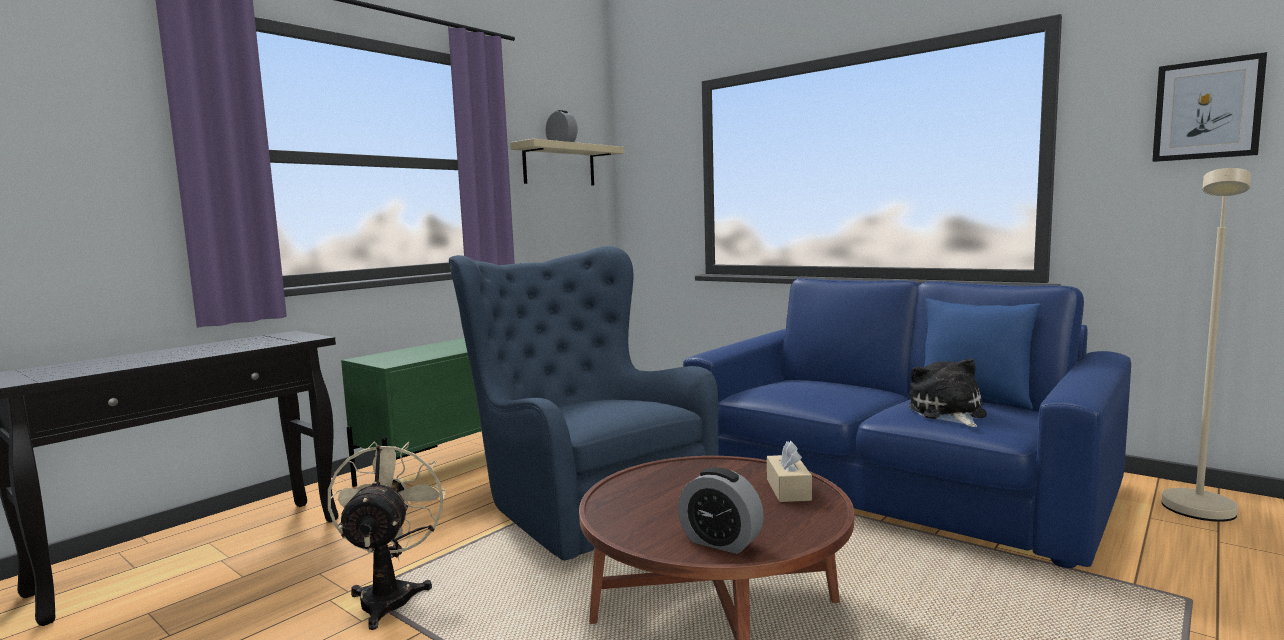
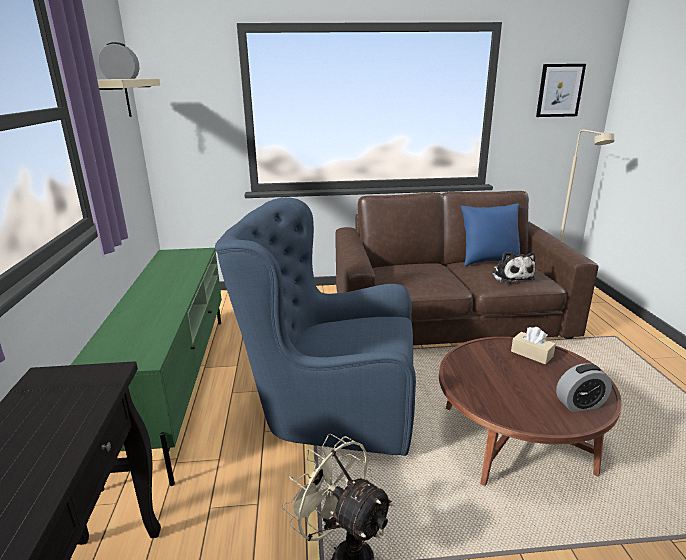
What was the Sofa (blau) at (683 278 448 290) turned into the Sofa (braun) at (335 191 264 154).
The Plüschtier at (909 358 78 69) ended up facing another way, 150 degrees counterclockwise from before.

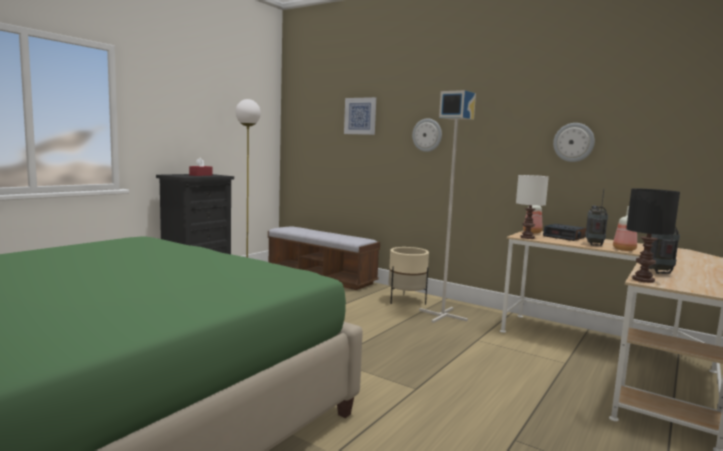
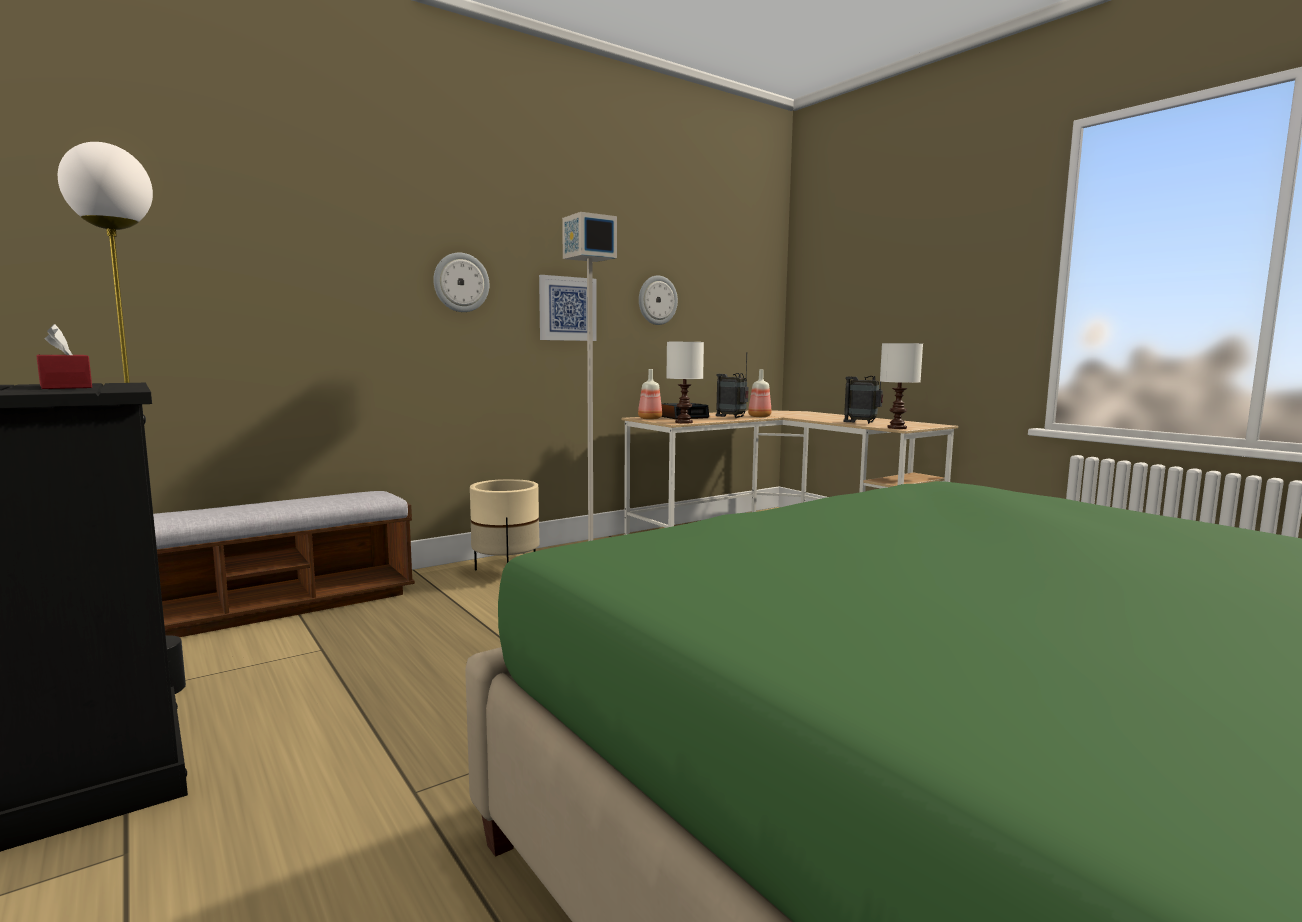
The Bild ended up elsewhere, having gone from (344 97 32 38) to (539 275 58 66).
What was the Tischlampe (schwarz) at (626 188 54 95) turned into the Tischlampe (weiß) at (880 343 43 86).

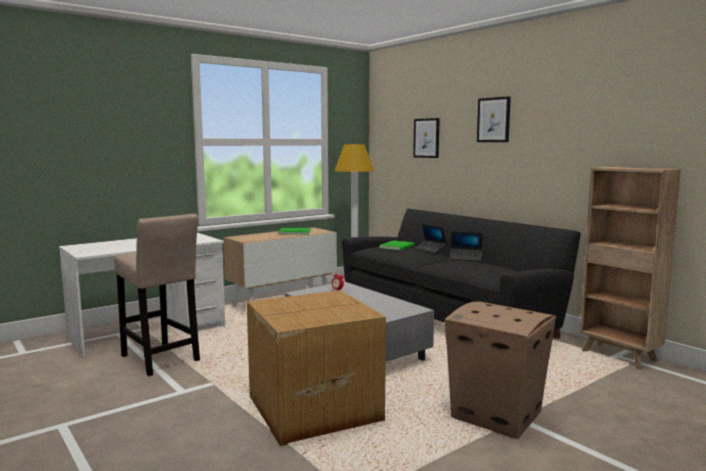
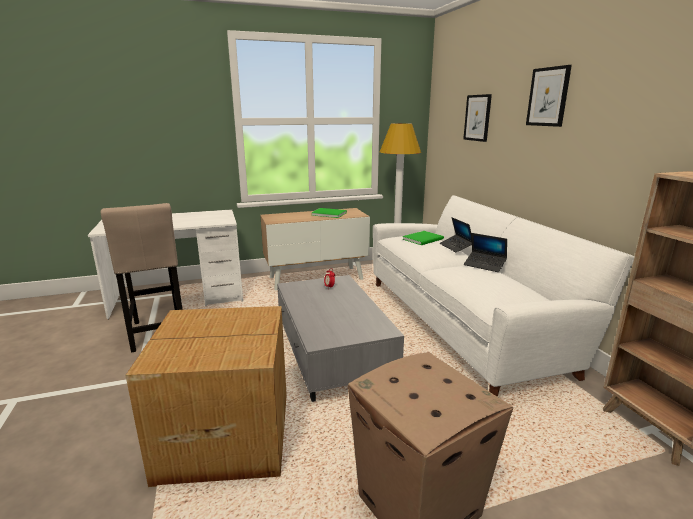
What was the Sofa (schwarz) at (342 209 239 130) turned into the Sofa (weiß) at (373 195 262 202).

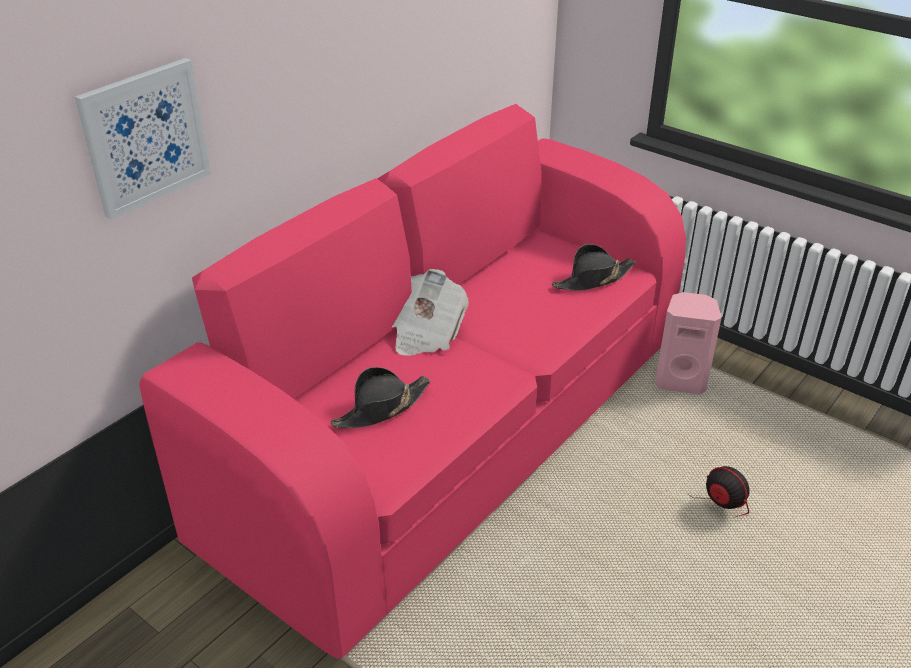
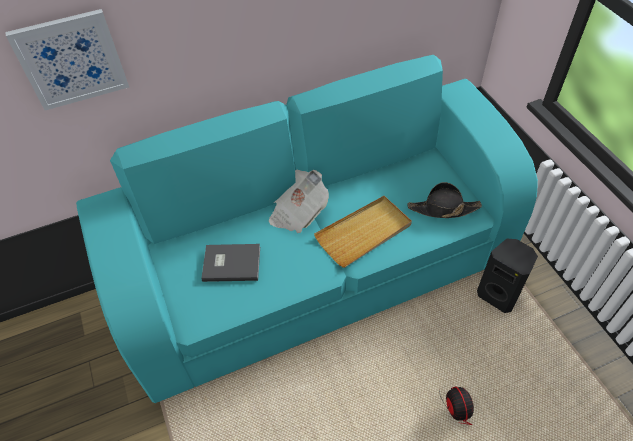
The second view gained the Tablett (beige) at (314 196 98 72).
Where the Hut (schwarz) stood at (331 367 99 61), the Buch (grau) came to stand at (201 244 59 38).
What was the Sofa (rosa) at (140 104 546 554) turned into the Sofa (türkis) at (76 55 462 348).
What was the Lautsprecher (rosa) at (655 292 67 103) turned into the Lautsprecher (schwarz) at (477 239 61 74).

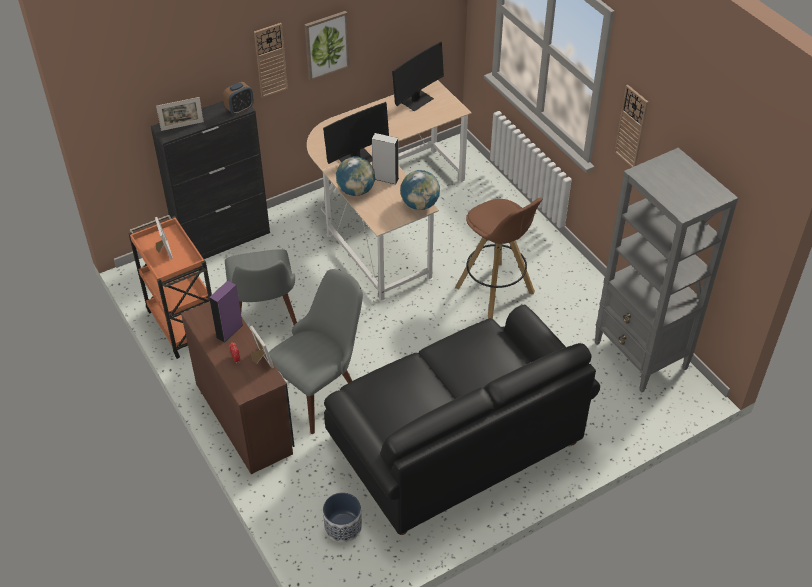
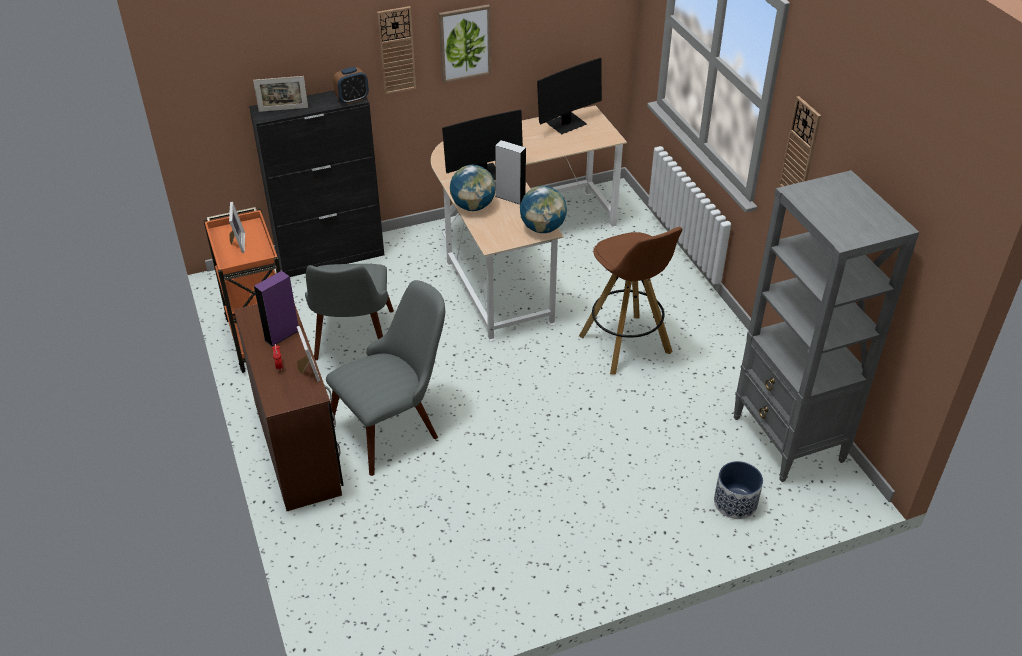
The second view lost the Sofa (schwarz) at (324 305 276 230).
The Pflanzkübel ended up elsewhere, having gone from (323 492 39 50) to (714 461 49 58).

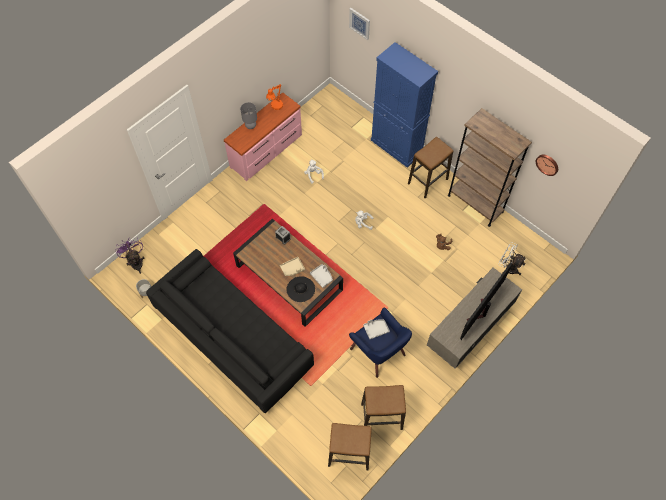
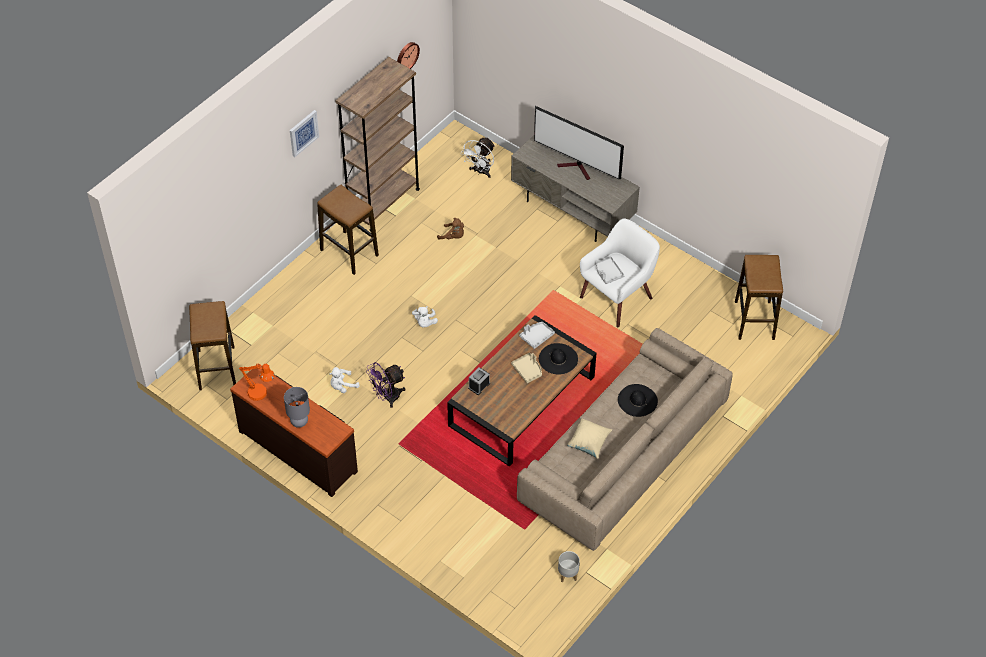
The second view lost the Schrank (blau) at (371 42 67 126).
The second view gained the Kissen (beige) at (567 419 45 40).
The second view gained the Hut (schwarz) at (618 384 40 33).
The Ventilator (lila) ended up elsewhere, having gone from (115 237 29 37) to (366 362 39 46).
The Bild ended up elsewhere, having gone from (349 8 21 32) to (290 110 29 47).
The Hocker ended up elsewhere, having gone from (361 385 45 45) to (189 301 47 89).
What was the Sofa (schwarz) at (146 249 168 164) turned into the Sofa (beige) at (517 328 216 223).
What was the Kommode (rosa) at (224 92 78 89) turned into the Kommode (braun) at (230 364 128 133).
What was the Sessel (blau) at (349 307 63 71) turned into the Sessel (weiß) at (580 218 80 109).

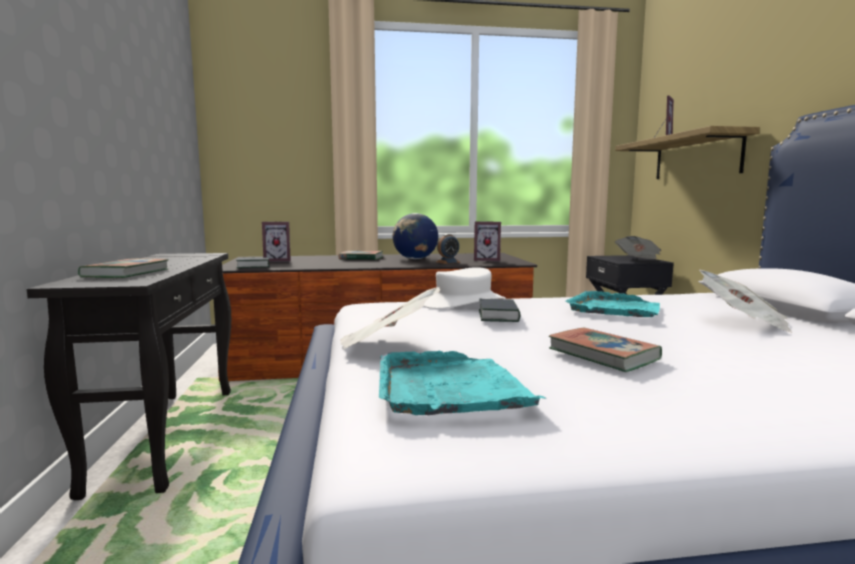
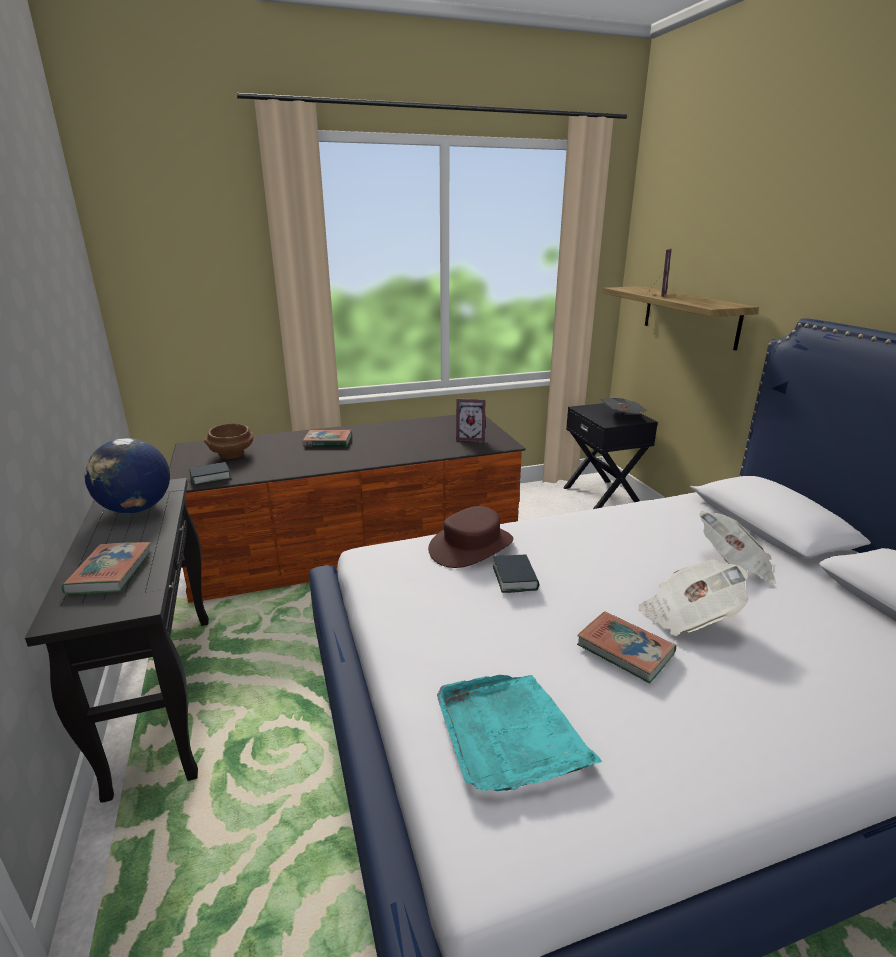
The second view lost the Wecker at (436 234 25 30).
The second view lost the Tablett (türkis) at (565 291 95 26).
The Zeitung ended up elsewhere, having gone from (340 287 100 63) to (639 559 110 77).
The Globus ended up elsewhere, having gone from (393 213 45 46) to (84 438 86 75).
Where the Bilderrahmen stood at (262 222 29 40), the Schüssel (braun) came to stand at (204 424 49 35).
What was the Hut (weiß) at (424 267 82 42) turned into the Hut (braun) at (428 506 85 62).

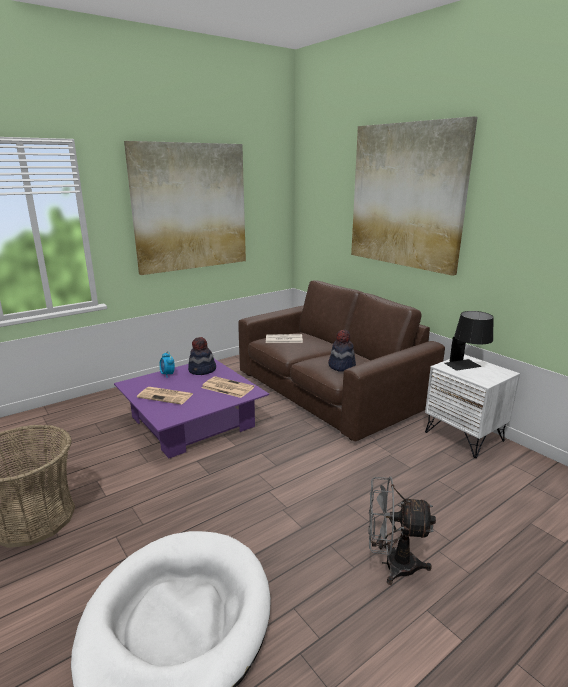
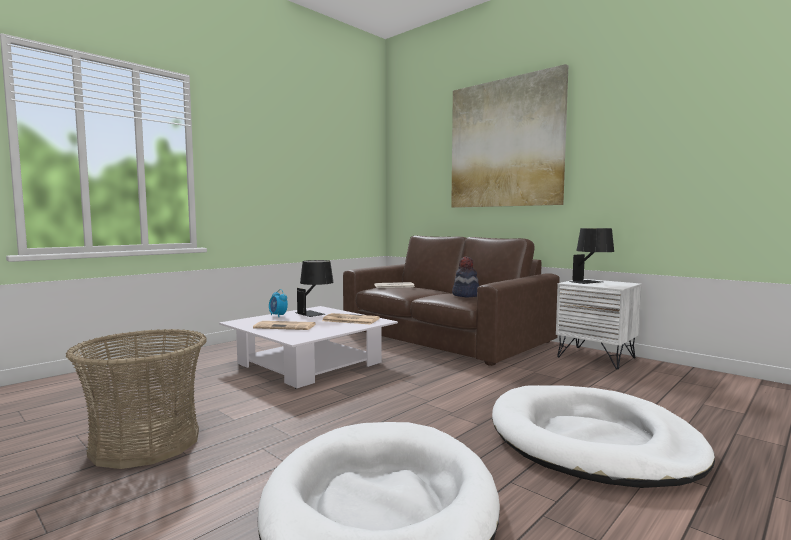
The second view lost the Bild at (124 141 122 134).
Where the Hut stood at (188 337 28 38), the Tischlampe (schwarz) came to stand at (295 260 39 57).
Where the Ventilator (grau) stood at (368 476 68 109), the Hundebett (weiß) came to stand at (492 385 223 103).
What was the Couchtisch (lila) at (114 359 155 99) turned into the Couchtisch (weiß) at (219 306 179 83).

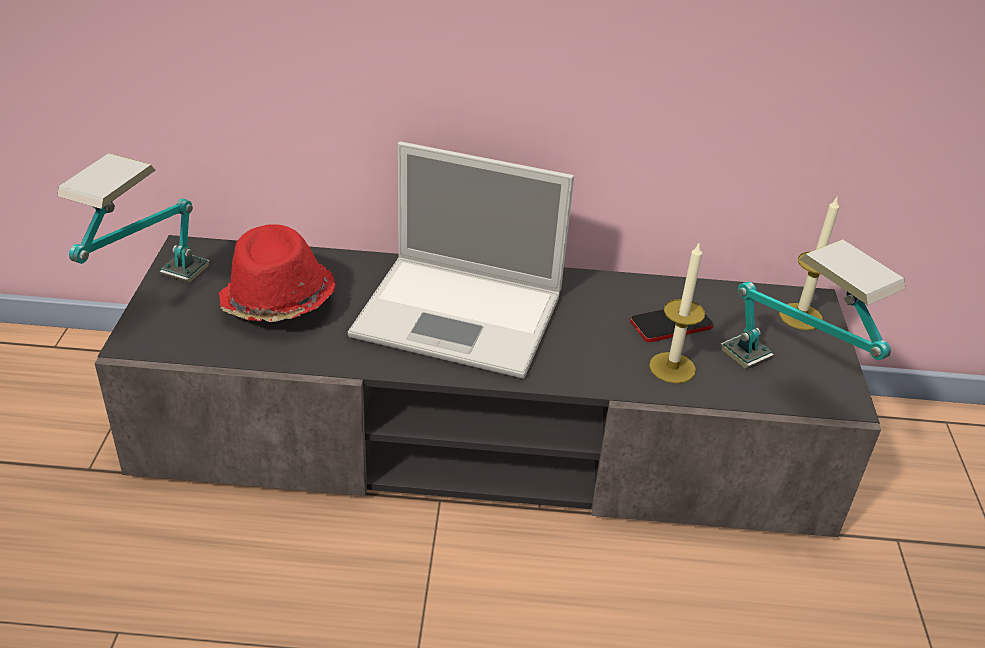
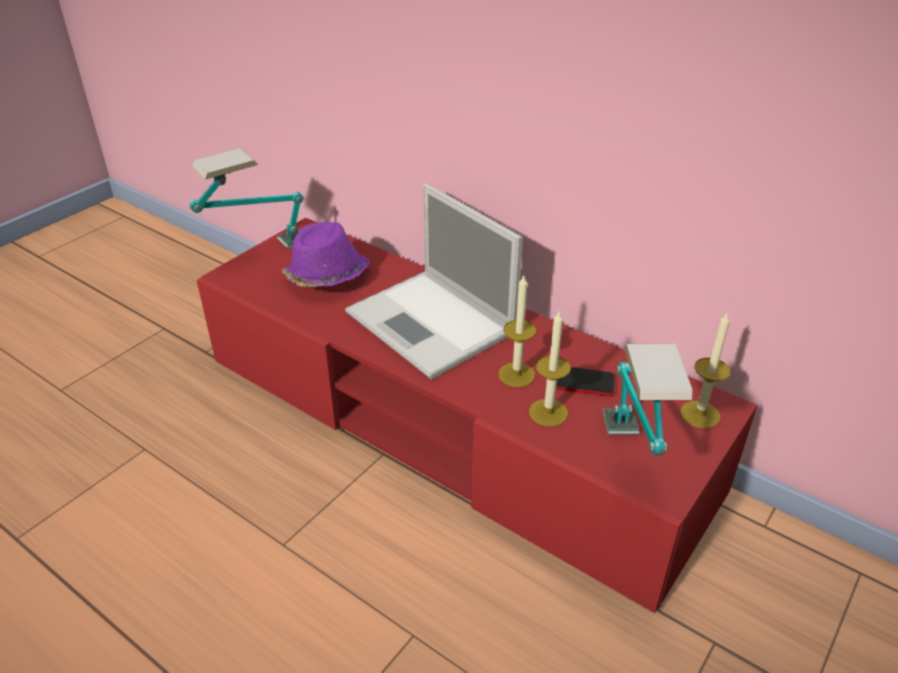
The second view gained the Kerze at (498 275 38 112).
What was the Fernsehschrank (grau) at (95 235 786 302) turned into the Fernsehschrank (rot) at (197 218 560 395).
What was the Hut (rot) at (219 224 116 98) turned into the Hut (lila) at (282 222 88 65).

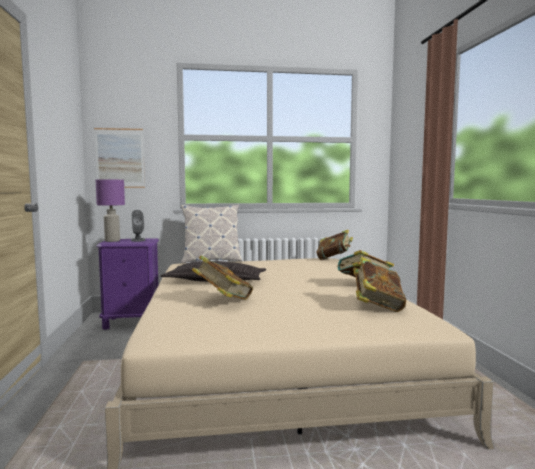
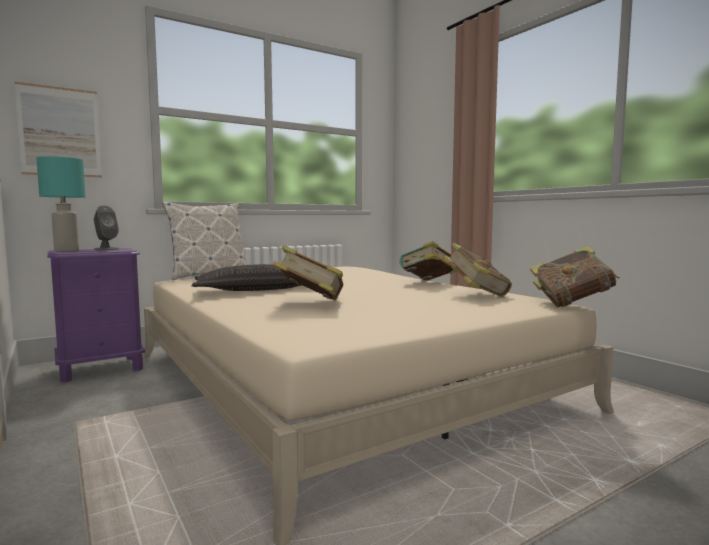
The Buch ended up elsewhere, having gone from (316 230 37 30) to (530 246 89 61).
What was the Tischlampe (lila) at (96 180 29 62) turned into the Tischlampe (türkis) at (36 156 49 96).

